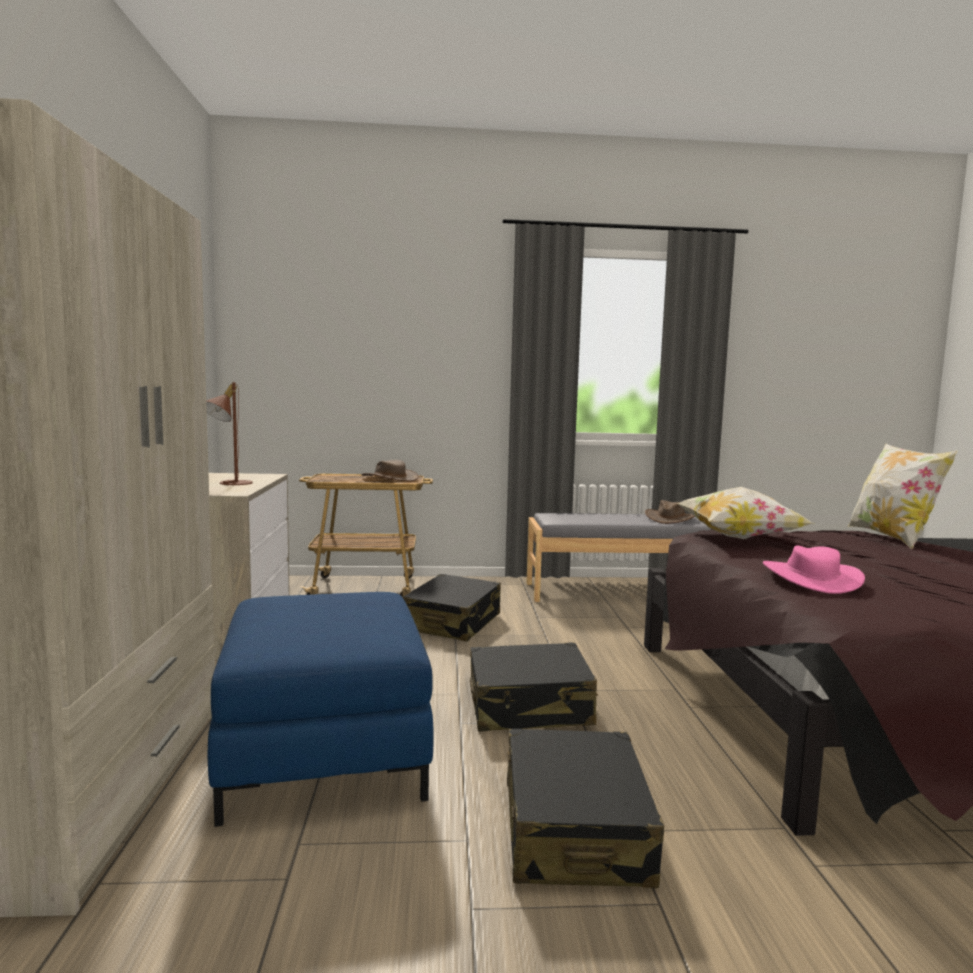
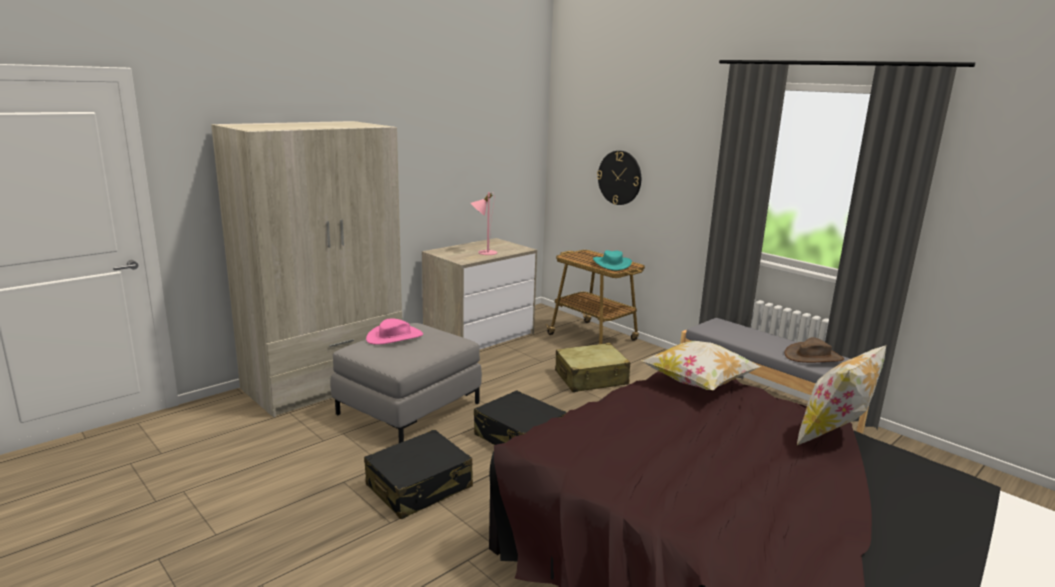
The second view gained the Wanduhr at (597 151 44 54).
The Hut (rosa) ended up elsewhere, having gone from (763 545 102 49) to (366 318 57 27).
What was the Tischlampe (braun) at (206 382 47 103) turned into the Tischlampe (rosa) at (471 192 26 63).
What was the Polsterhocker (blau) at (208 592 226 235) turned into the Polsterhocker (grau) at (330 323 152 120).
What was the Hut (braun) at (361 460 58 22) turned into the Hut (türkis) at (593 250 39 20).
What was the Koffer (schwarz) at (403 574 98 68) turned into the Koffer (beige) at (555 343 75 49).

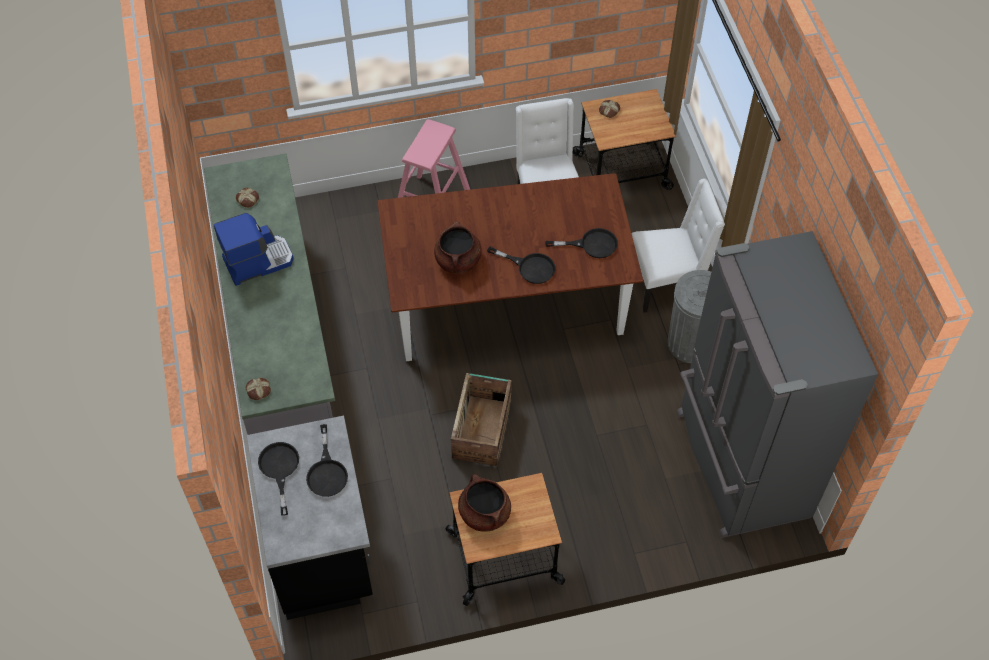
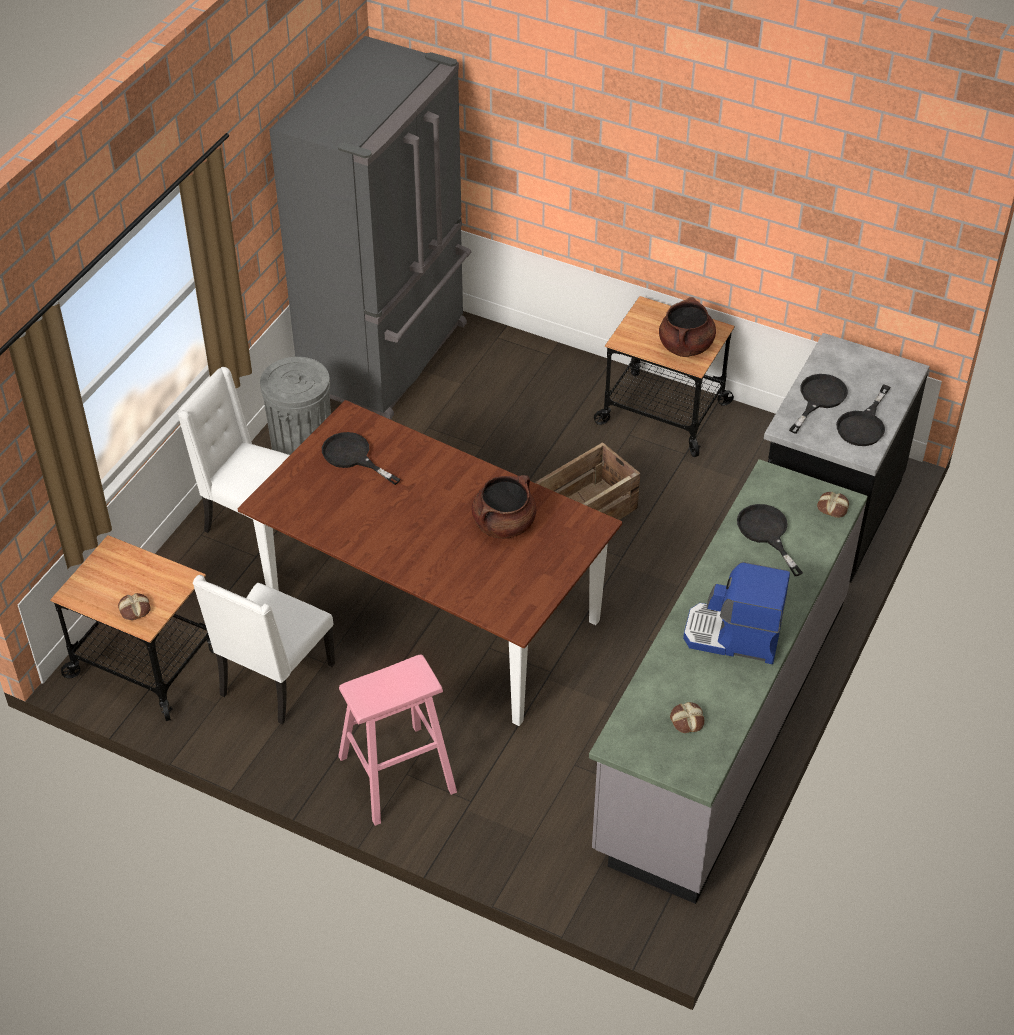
The Pfanne (schwarz) ended up elsewhere, having gone from (487 247 68 37) to (737 504 66 72).

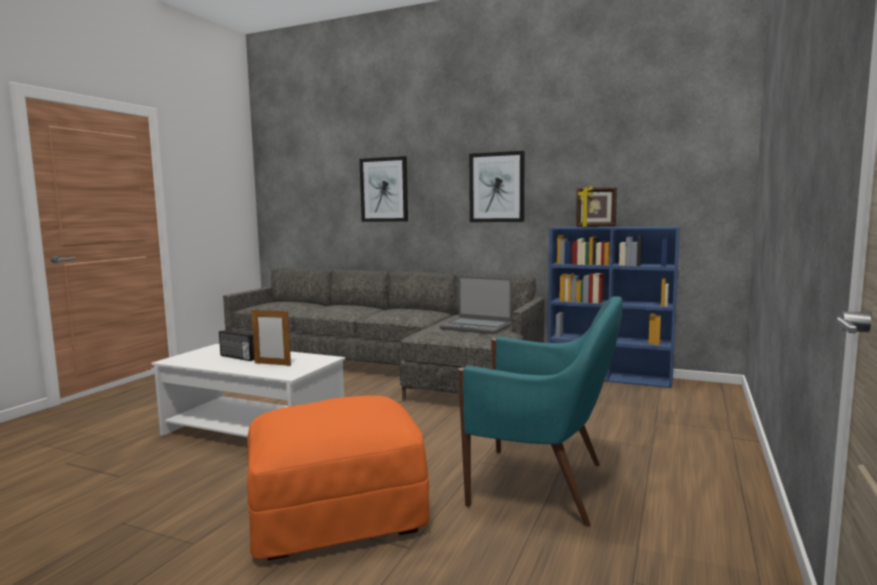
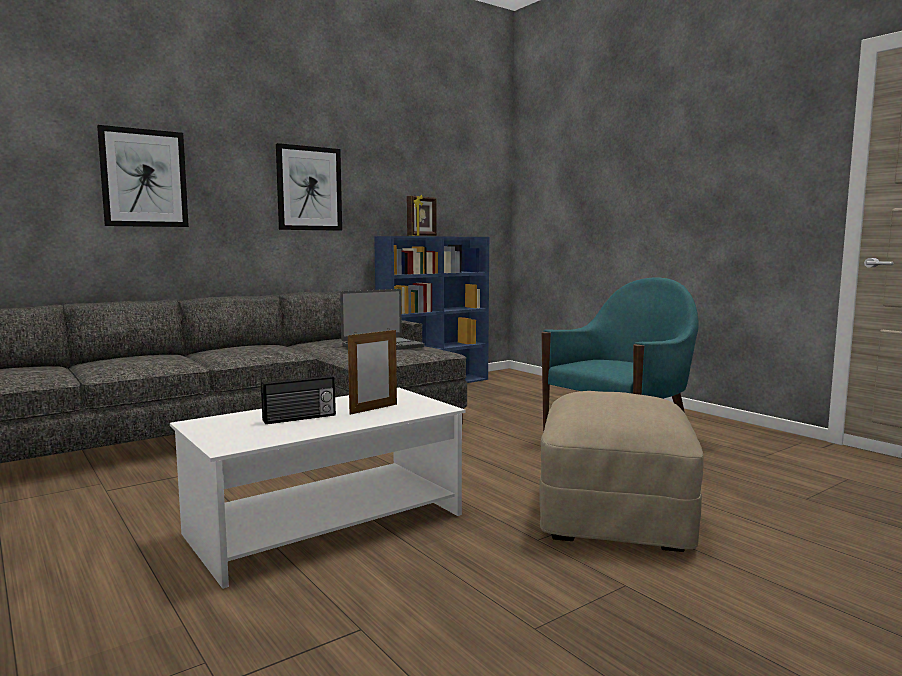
What was the Polsterhocker (orange) at (247 395 183 165) turned into the Polsterhocker (beige) at (539 391 165 161).

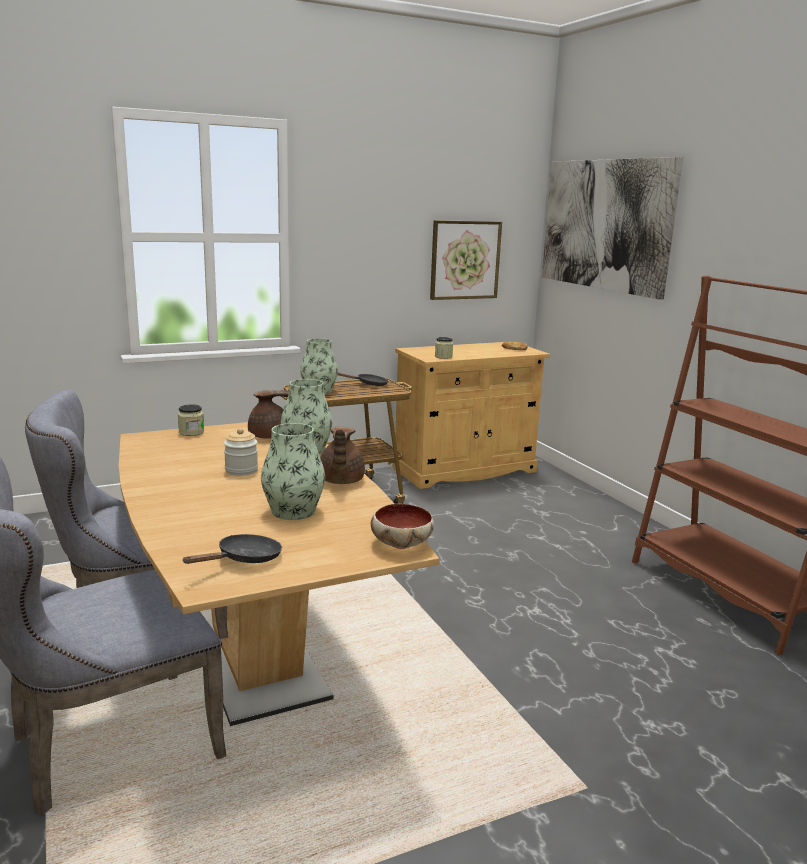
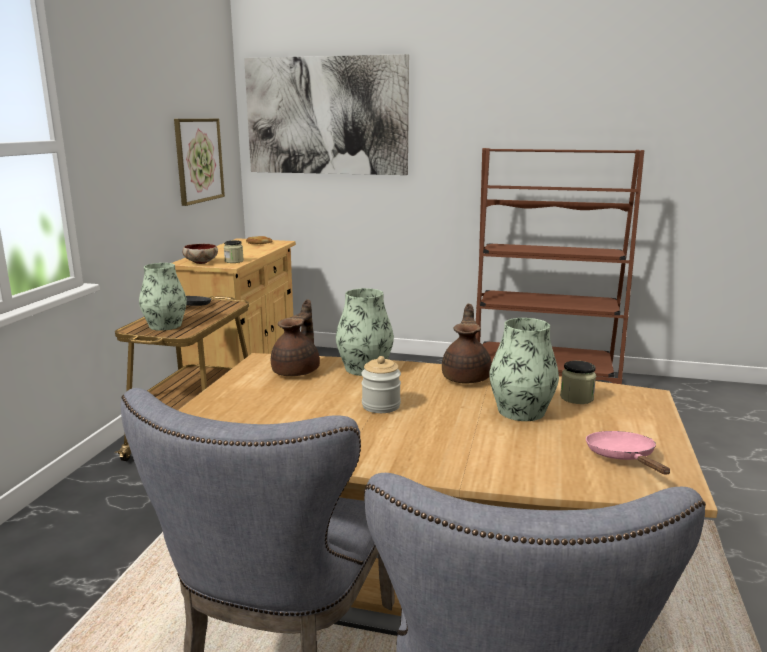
The Vorratsglas ended up elsewhere, having gone from (178 404 26 32) to (560 361 36 43).
The Schüssel ended up elsewhere, having gone from (371 504 63 45) to (182 244 36 20).
What was the Pfanne (schwarz) at (182 534 100 30) turned into the Pfanne (rosa) at (586 431 84 44).
The Teekanne (braun) at (320 427 45 57) ended up facing another way, 120 degrees counterclockwise from before.

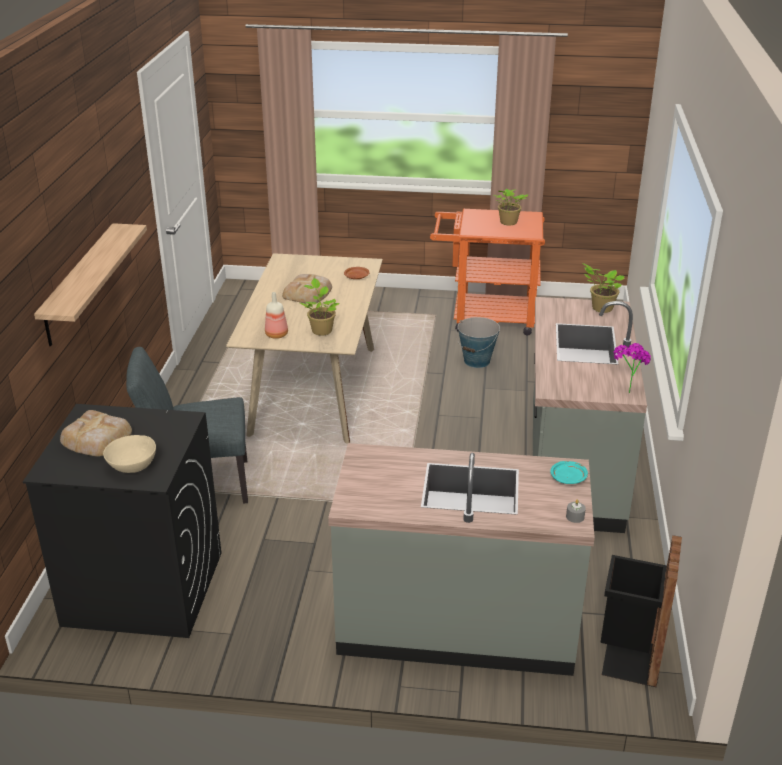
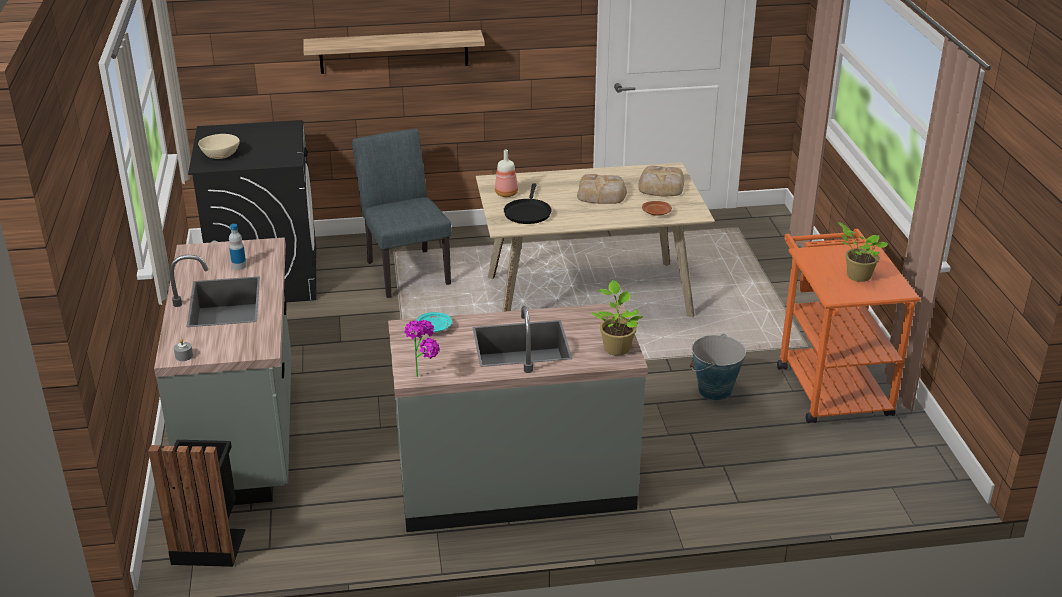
The second view gained the Flasche at (229 224 17 46).
The Brot ended up elsewhere, having gone from (60 410 72 47) to (638 165 46 31).
The Teller (türkis) ended up elsewhere, having gone from (550 461 38 23) to (416 312 36 20).
Where the Topfpflanze stood at (300 278 39 57), the Pfanne (schwarz) came to stand at (504 183 47 41).

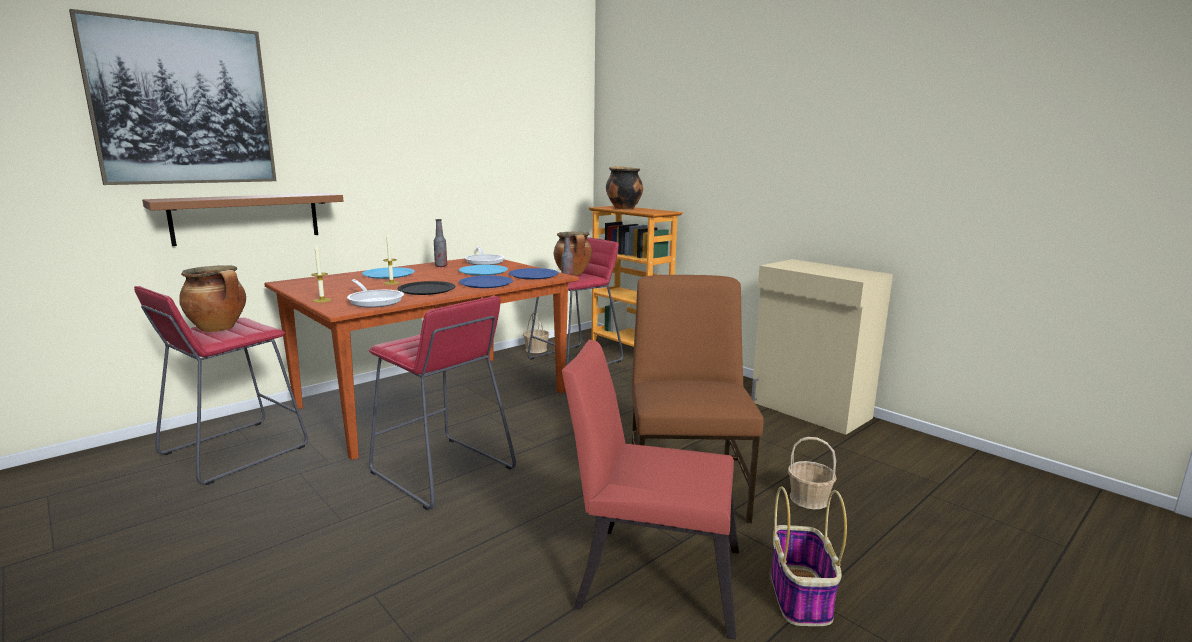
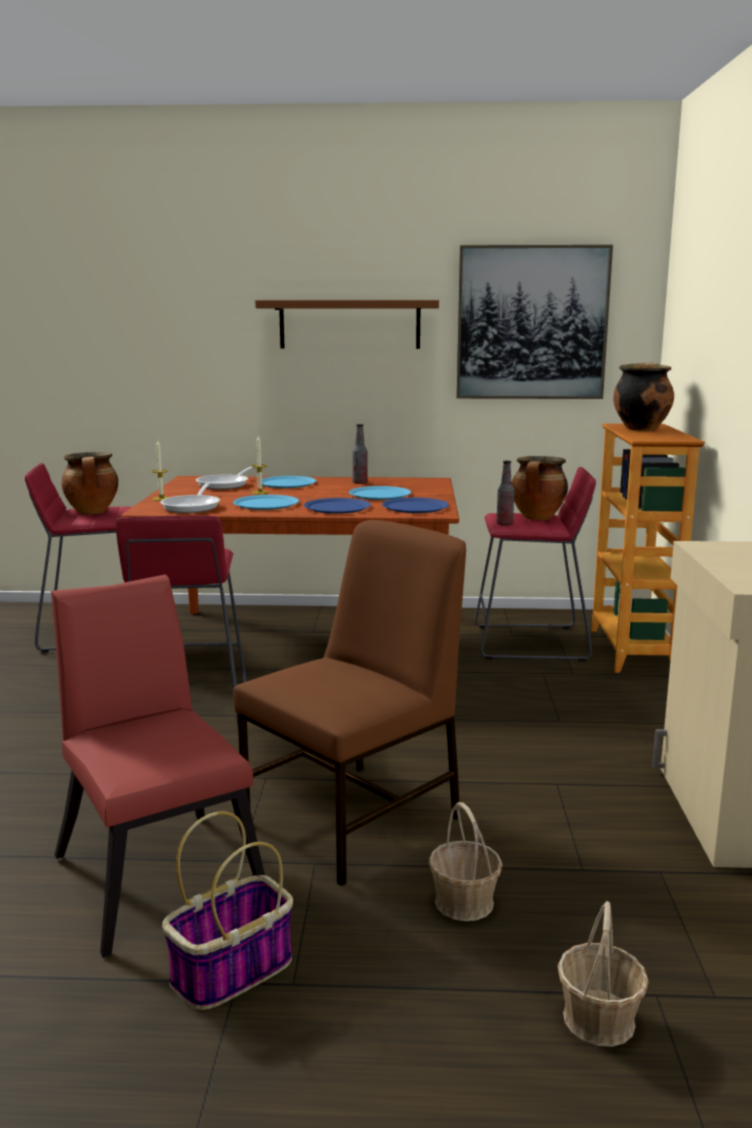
The Bild ended up elsewhere, having gone from (69 9 208 176) to (456 245 157 154).
The Wandregal (braun) ended up elsewhere, having gone from (142 193 202 53) to (255 300 184 49).
The Pfanne ended up elsewhere, having gone from (465 246 40 19) to (196 466 59 24).
The Korb ended up elsewhere, having gone from (523 312 26 41) to (558 901 91 146).
What was the Teller (schwarz) at (398 281 58 14) turned into the Teller (blau) at (233 495 66 15).

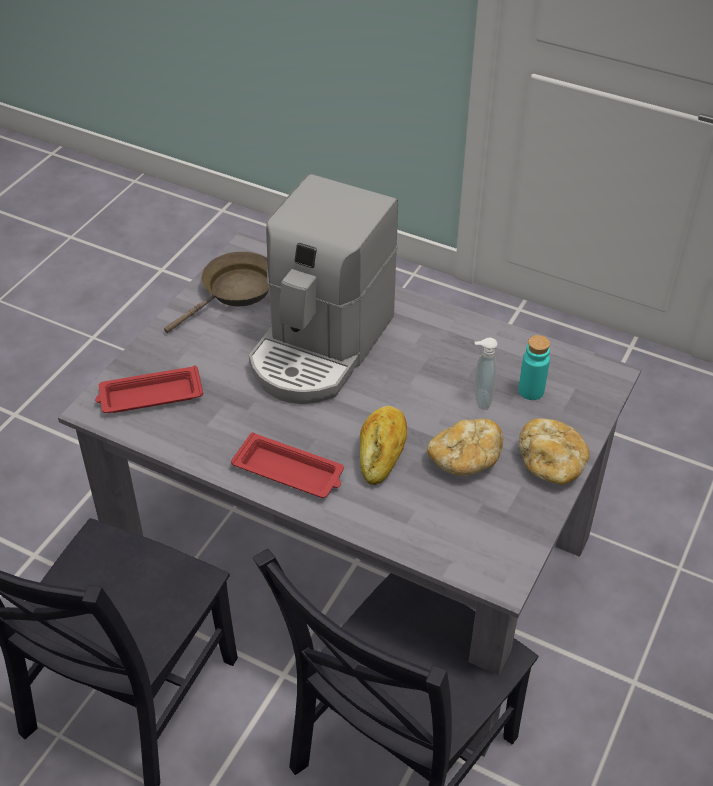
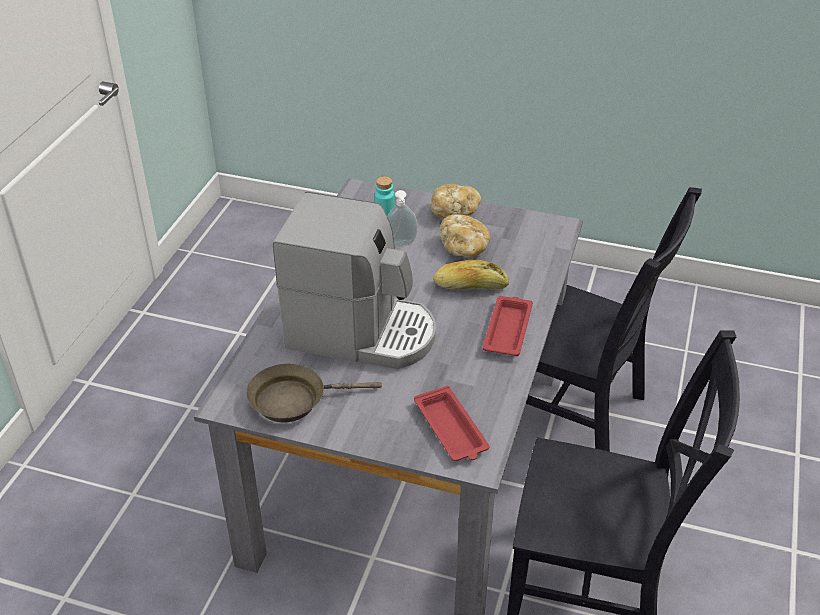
The Pfanne (braun) at (164 251 105 82) ended up facing another way, 45 degrees counterclockwise from before.

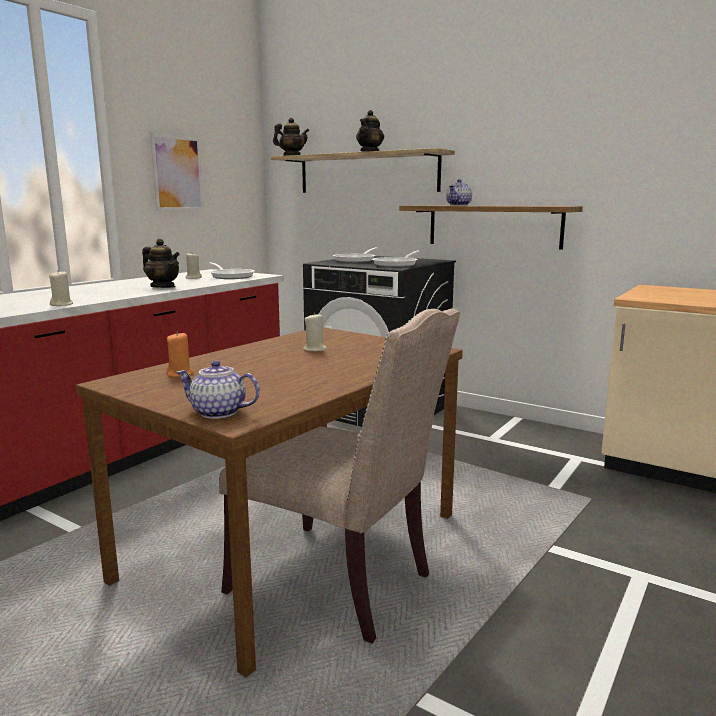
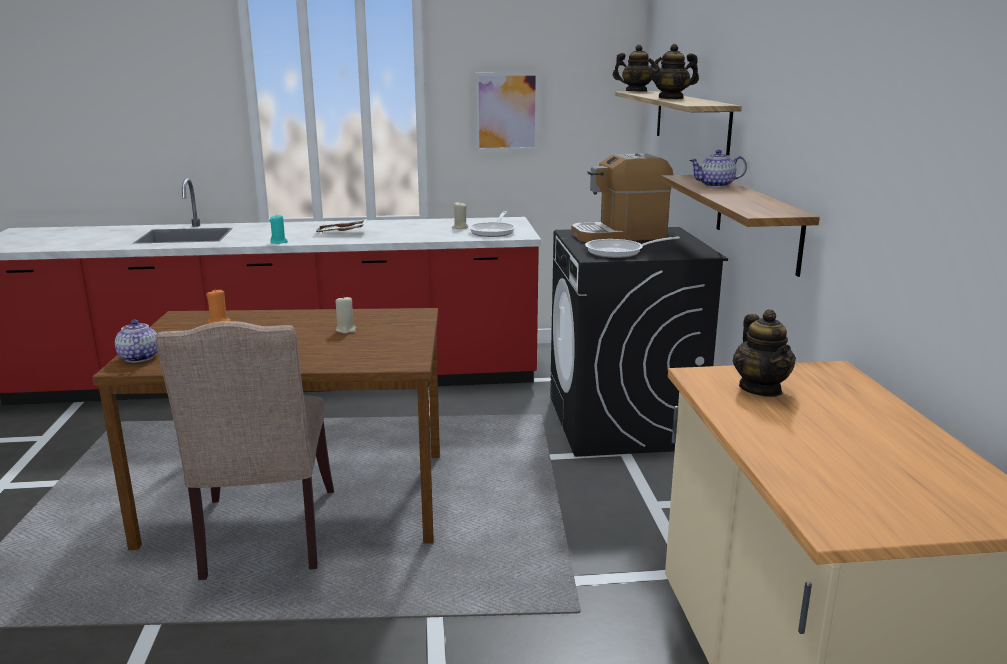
The second view gained the Tablett (weiß) at (314 219 54 13).
The Teekanne ended up elsewhere, having gone from (142 239 38 49) to (733 309 63 88).
Where the Pfanne stood at (333 247 45 16), the Kaffeemaschine came to stand at (571 153 102 89).
What was the Kerze (beige) at (49 271 24 35) turned into the Kerze (türkis) at (270 214 18 30).

